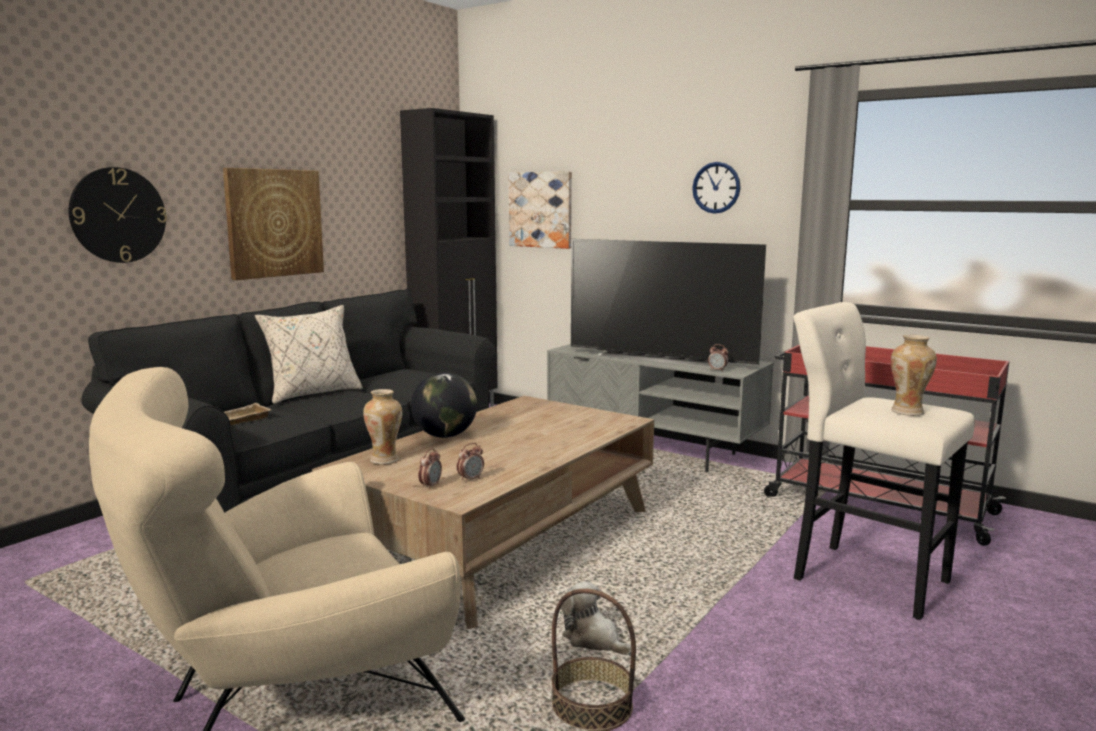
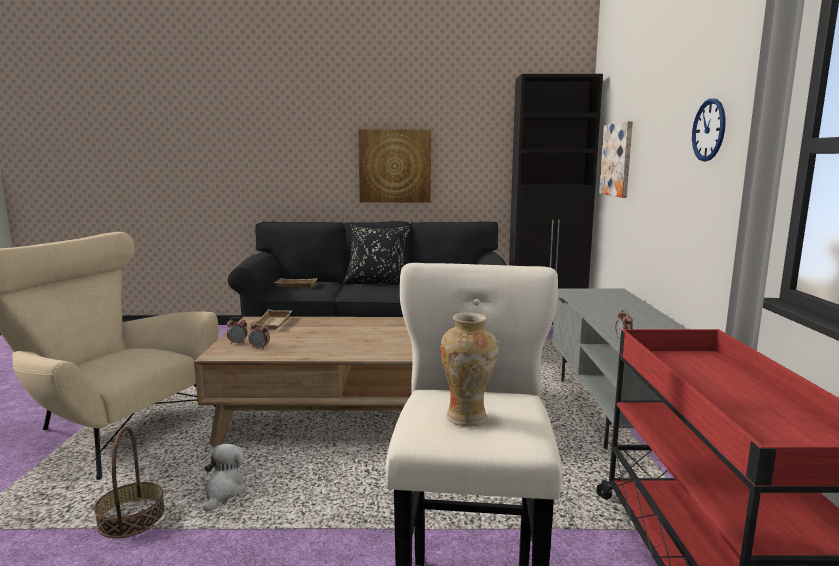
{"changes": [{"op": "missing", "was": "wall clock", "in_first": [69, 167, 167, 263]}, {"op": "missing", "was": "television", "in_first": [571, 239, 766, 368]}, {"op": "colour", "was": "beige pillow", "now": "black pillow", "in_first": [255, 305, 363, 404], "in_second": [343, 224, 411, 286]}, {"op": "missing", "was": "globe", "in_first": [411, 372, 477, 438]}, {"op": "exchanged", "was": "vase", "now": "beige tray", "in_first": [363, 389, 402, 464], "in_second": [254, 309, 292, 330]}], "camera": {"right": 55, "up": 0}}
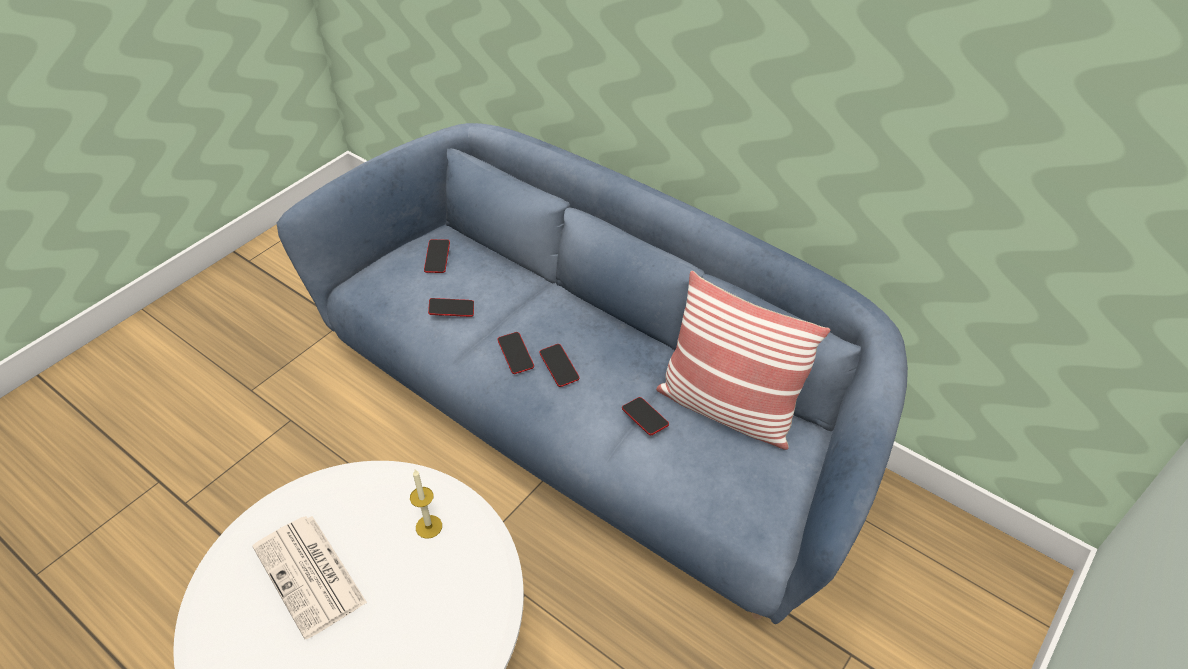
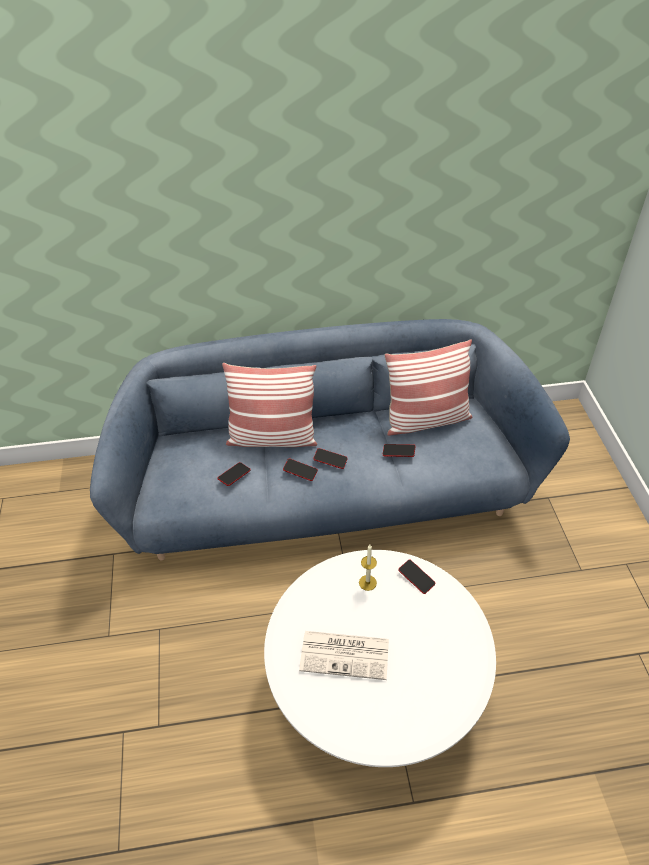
{"changes": [{"op": "relocated", "was": "phone", "in_first": [424, 239, 450, 273], "in_second": [398, 559, 435, 594]}, {"op": "appeared", "now": "pillow", "in_second": [222, 363, 317, 447]}], "camera": {"right": -45, "up": 0}}
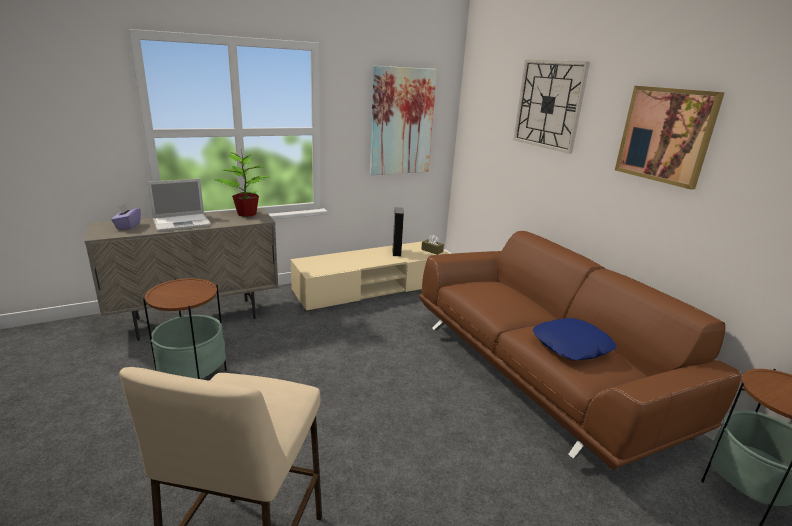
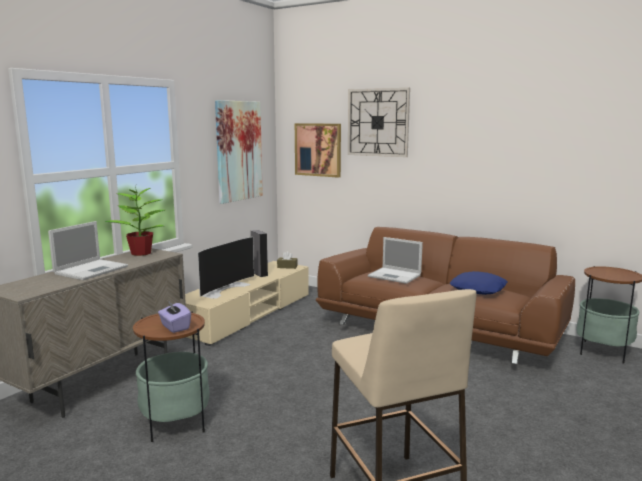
{"changes": [{"op": "relocated", "was": "picture", "in_first": [615, 86, 725, 190], "in_second": [295, 123, 341, 178]}, {"op": "relocated", "was": "purple tissue box", "in_first": [111, 203, 141, 230], "in_second": [158, 301, 191, 333]}, {"op": "appeared", "now": "television", "in_second": [197, 237, 254, 299]}, {"op": "appeared", "now": "laptop", "in_second": [368, 237, 423, 284]}], "camera": {"right": -30, "up": -10}}
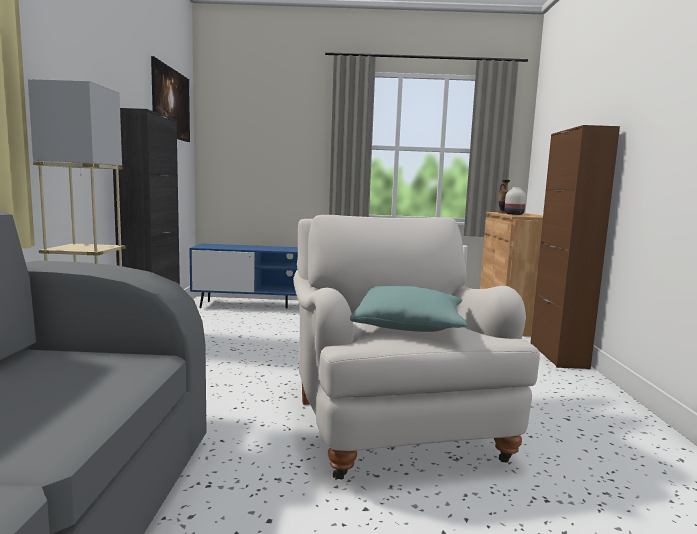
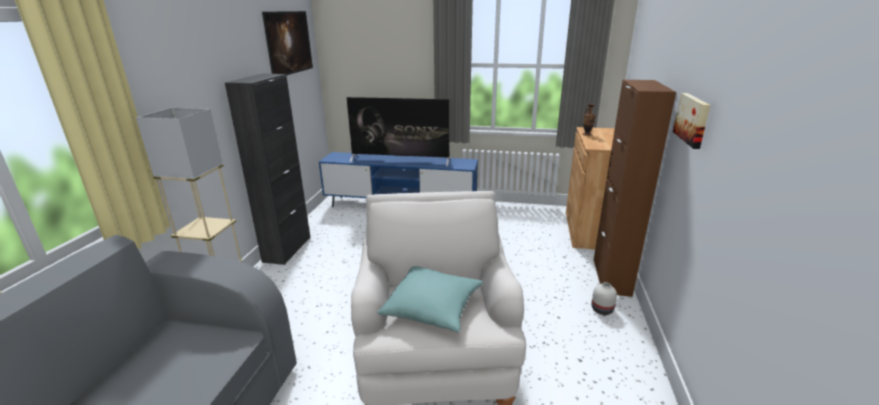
{"changes": [{"op": "relocated", "was": "white vase", "in_first": [505, 187, 526, 215], "in_second": [592, 282, 617, 315]}, {"op": "appeared", "now": "picture", "in_second": [673, 93, 711, 149]}, {"op": "appeared", "now": "television", "in_second": [347, 97, 451, 166]}], "camera": {"right": 10, "up": 15}}
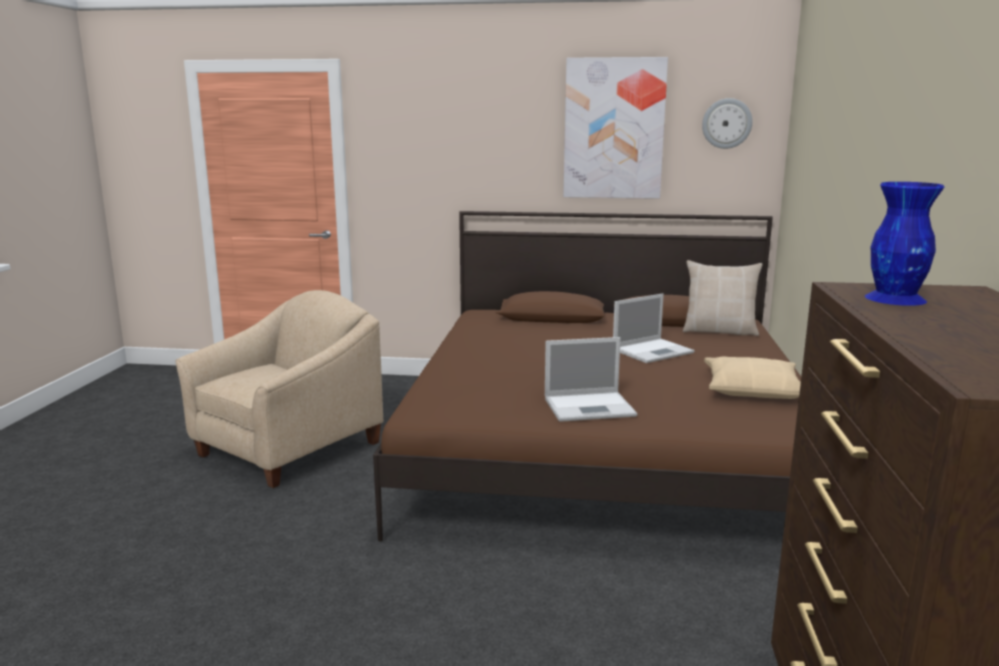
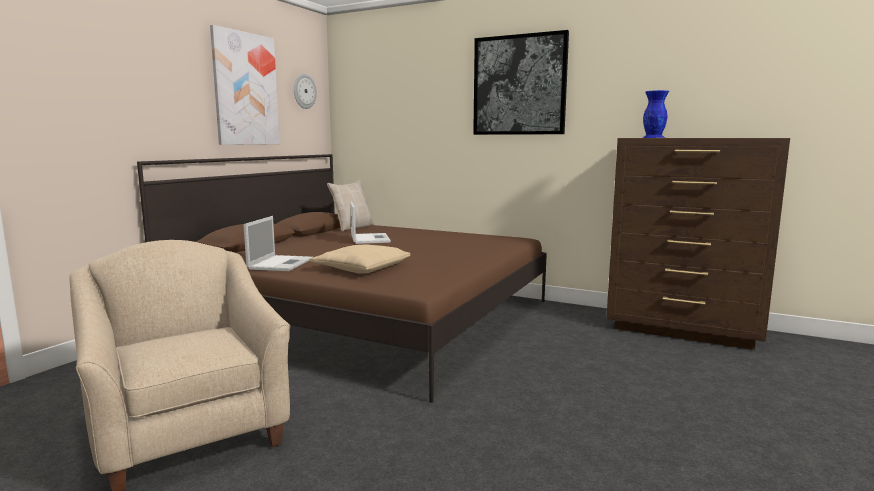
{"changes": [{"op": "relocated", "was": "laptop", "in_first": [545, 337, 637, 422], "in_second": [244, 216, 313, 271]}, {"op": "relocated", "was": "beige pillow", "in_first": [704, 356, 801, 399], "in_second": [310, 245, 410, 274]}, {"op": "appeared", "now": "picture", "in_second": [473, 30, 569, 135]}], "camera": {"right": -70, "up": -5}}
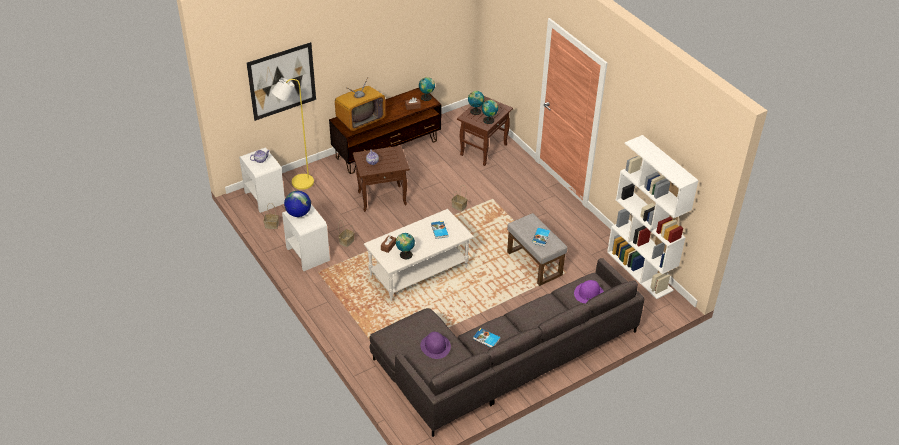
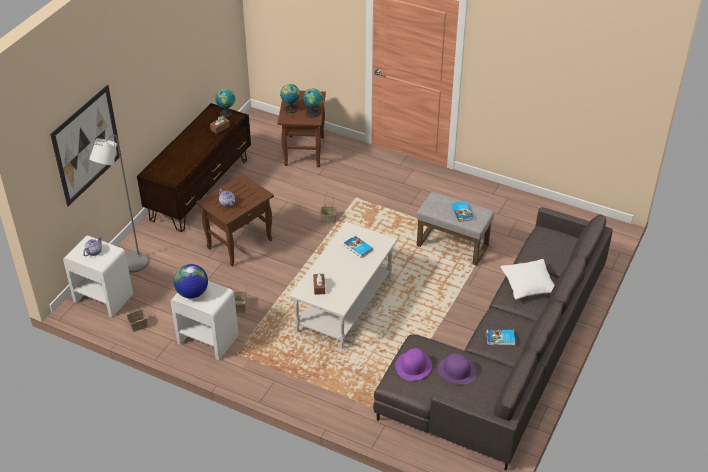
{"changes": [{"op": "colour", "was": "yellow floor lamp", "now": "grey floor lamp", "in_first": [271, 77, 314, 190], "in_second": [89, 135, 149, 273]}, {"op": "missing", "was": "television", "in_first": [335, 77, 385, 131]}, {"op": "missing", "was": "white bookcase", "in_first": [607, 135, 699, 299]}, {"op": "missing", "was": "globe", "in_first": [396, 233, 415, 260]}, {"op": "relocated", "was": "purple hat", "in_first": [574, 280, 604, 303], "in_second": [395, 348, 432, 381]}, {"op": "appeared", "now": "white pillow", "in_second": [500, 259, 555, 299]}], "camera": {"right": -30, "up": 0}}
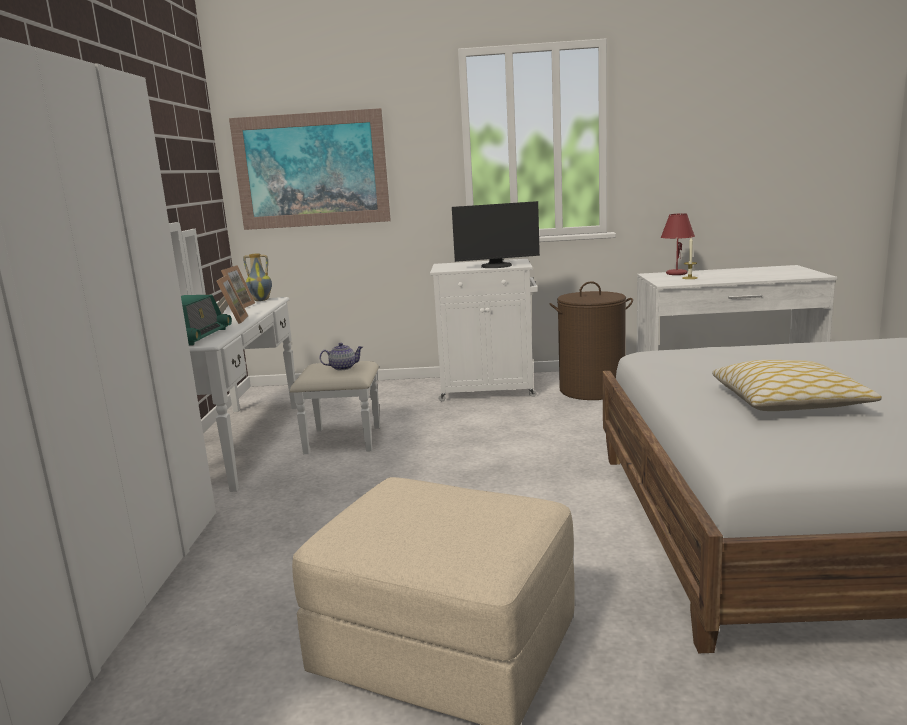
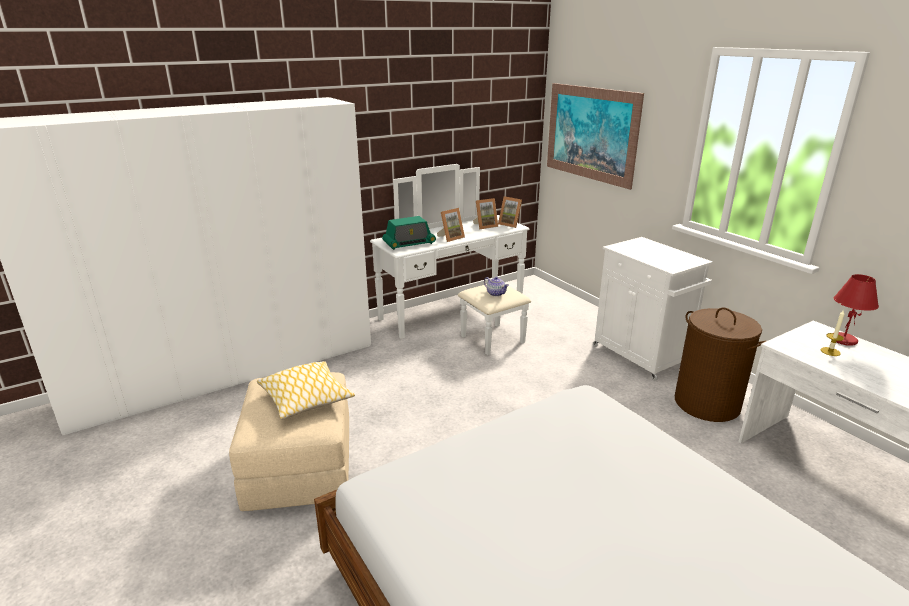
{"changes": [{"op": "missing", "was": "monitor", "in_first": [452, 201, 540, 268]}, {"op": "exchanged", "was": "vase", "now": "picture frame", "in_first": [243, 253, 272, 301], "in_second": [498, 196, 522, 228]}, {"op": "relocated", "was": "pillow", "in_first": [712, 360, 882, 411], "in_second": [257, 361, 355, 420]}], "camera": {"right": 55, "up": 10}}
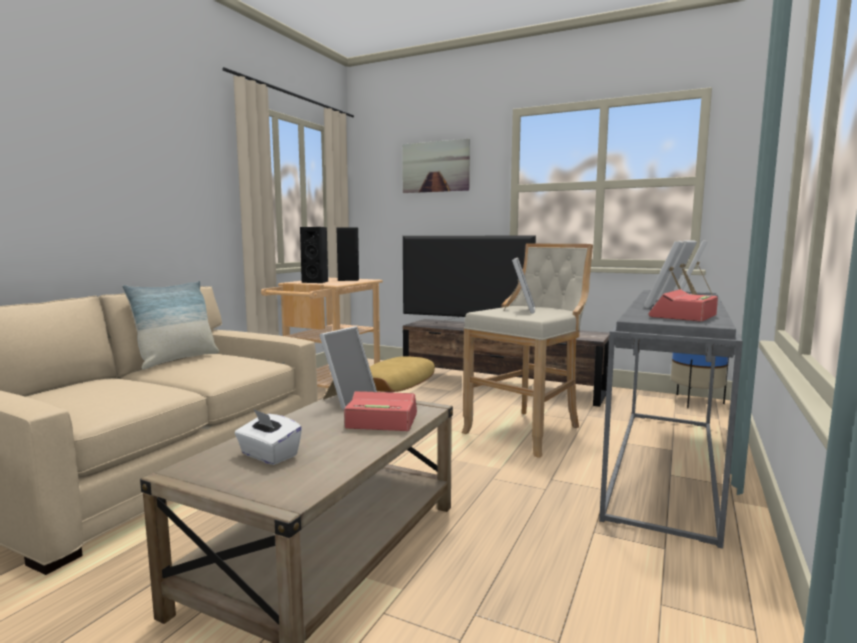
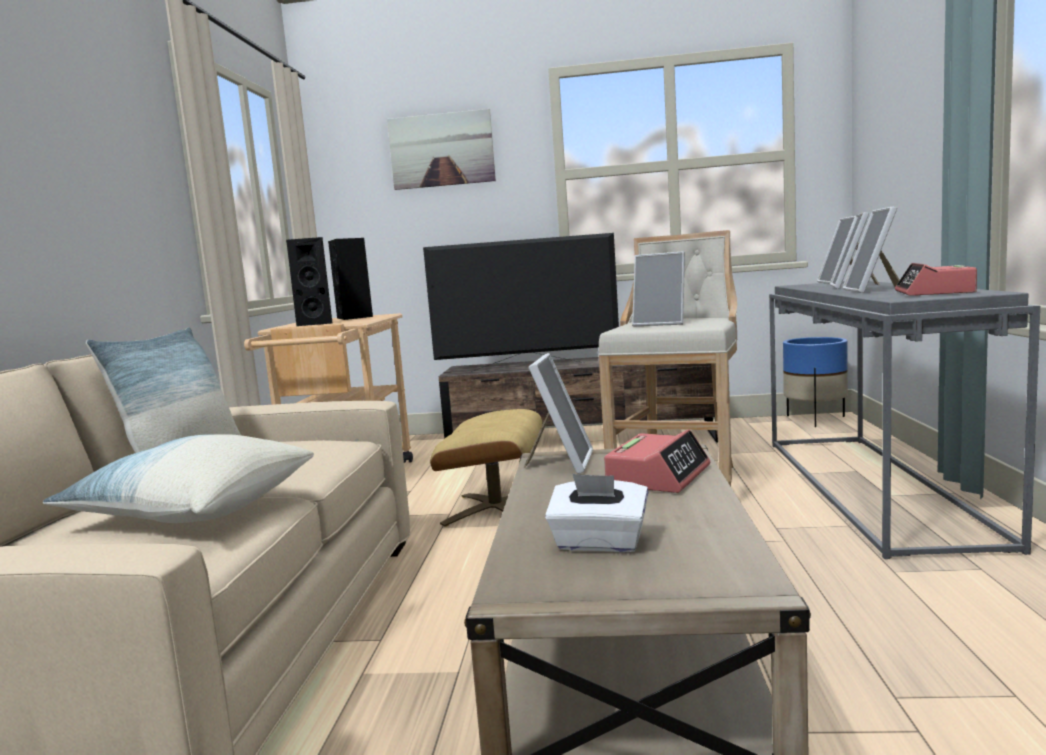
{"changes": [{"op": "spun", "was": "picture frame", "in_first": [503, 258, 536, 314], "in_second": [632, 251, 685, 326], "clockwise": 120}, {"op": "spun", "was": "alarm clock", "in_first": [344, 391, 417, 431], "in_second": [604, 430, 710, 493], "clockwise": 135}, {"op": "appeared", "now": "pillow", "in_second": [43, 434, 314, 523]}], "camera": {"right": -20, "up": 0}}
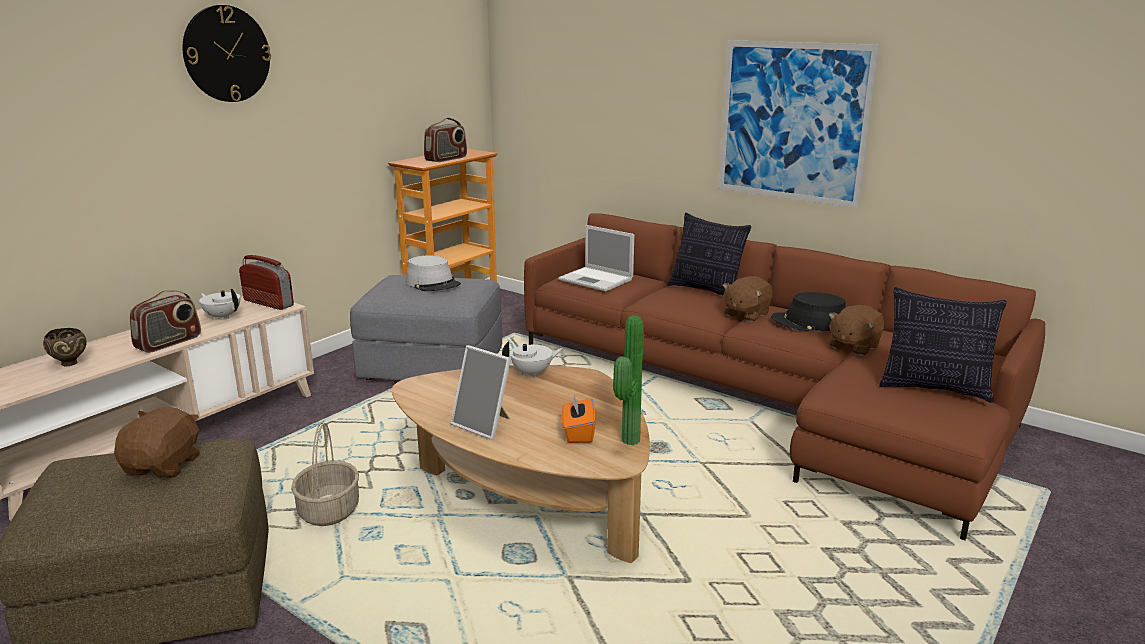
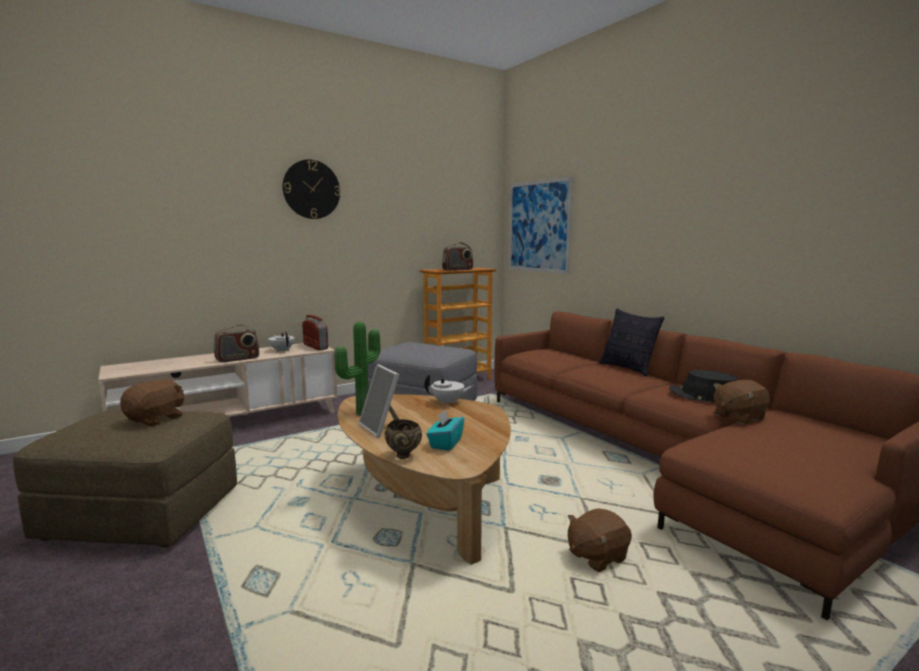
{"changes": [{"op": "relocated", "was": "picture", "in_first": [719, 40, 880, 208], "in_second": [509, 176, 573, 274]}, {"op": "missing", "was": "laptop", "in_first": [558, 225, 634, 291]}, {"op": "missing", "was": "grey hat", "in_first": [406, 255, 461, 291]}, {"op": "relocated", "was": "brown plush toy", "in_first": [723, 276, 773, 322], "in_second": [568, 508, 632, 572]}, {"op": "missing", "was": "pillow", "in_first": [879, 287, 1007, 403]}, {"op": "relocated", "was": "potted plant", "in_first": [613, 315, 644, 445], "in_second": [334, 322, 381, 416]}, {"op": "relocated", "was": "brown bowl", "in_first": [43, 328, 87, 366], "in_second": [385, 419, 422, 459]}, {"op": "colour", "was": "orange tissue box", "now": "turquoise tissue box", "in_first": [562, 395, 596, 443], "in_second": [426, 409, 464, 450]}, {"op": "missing", "was": "basket", "in_first": [291, 422, 359, 526]}], "camera": {"right": 20, "up": -10}}
